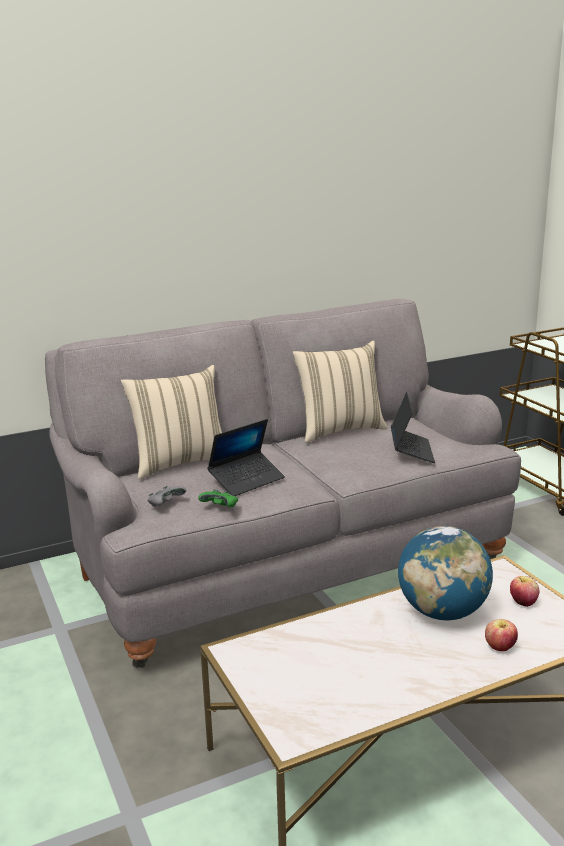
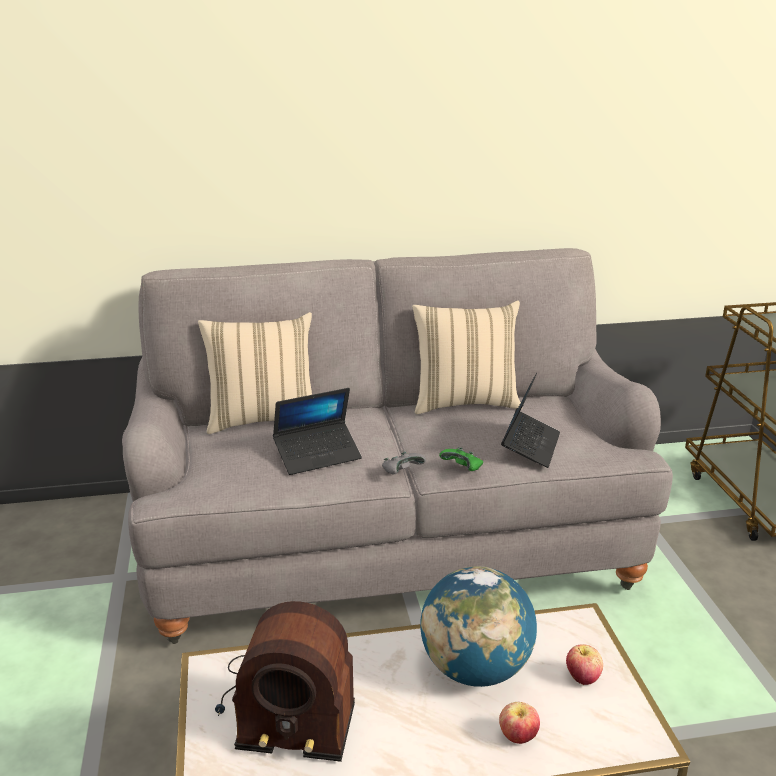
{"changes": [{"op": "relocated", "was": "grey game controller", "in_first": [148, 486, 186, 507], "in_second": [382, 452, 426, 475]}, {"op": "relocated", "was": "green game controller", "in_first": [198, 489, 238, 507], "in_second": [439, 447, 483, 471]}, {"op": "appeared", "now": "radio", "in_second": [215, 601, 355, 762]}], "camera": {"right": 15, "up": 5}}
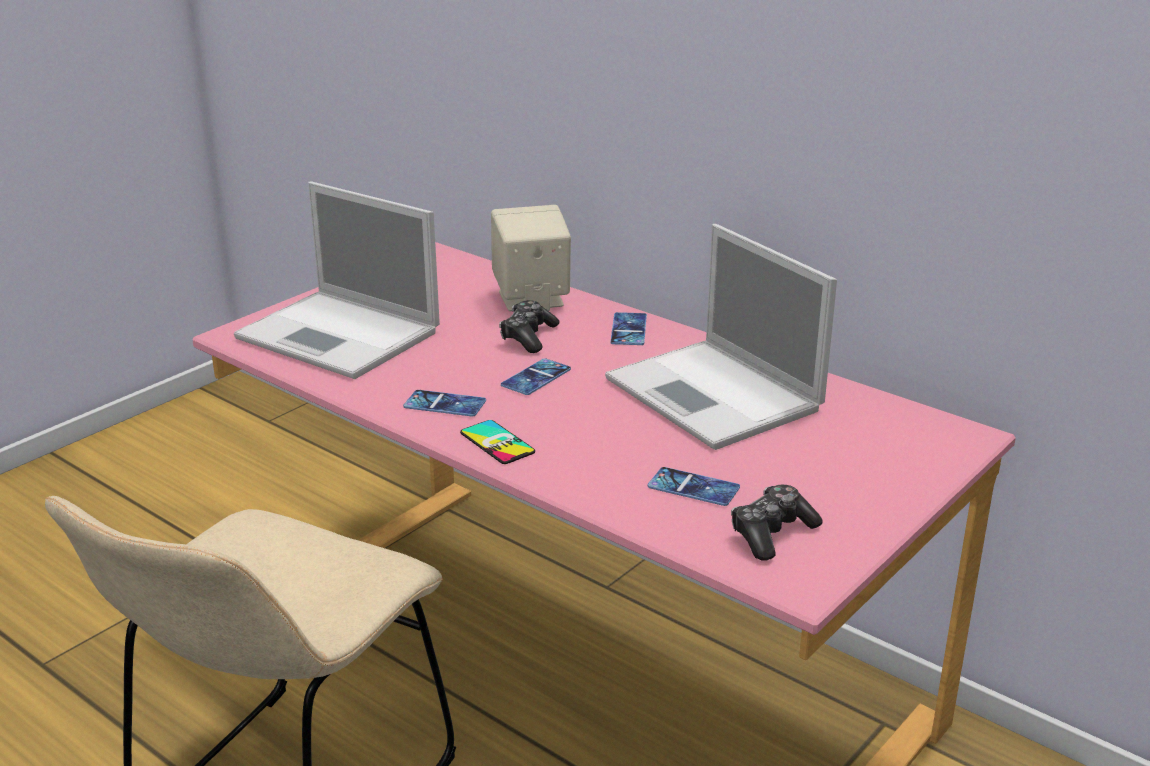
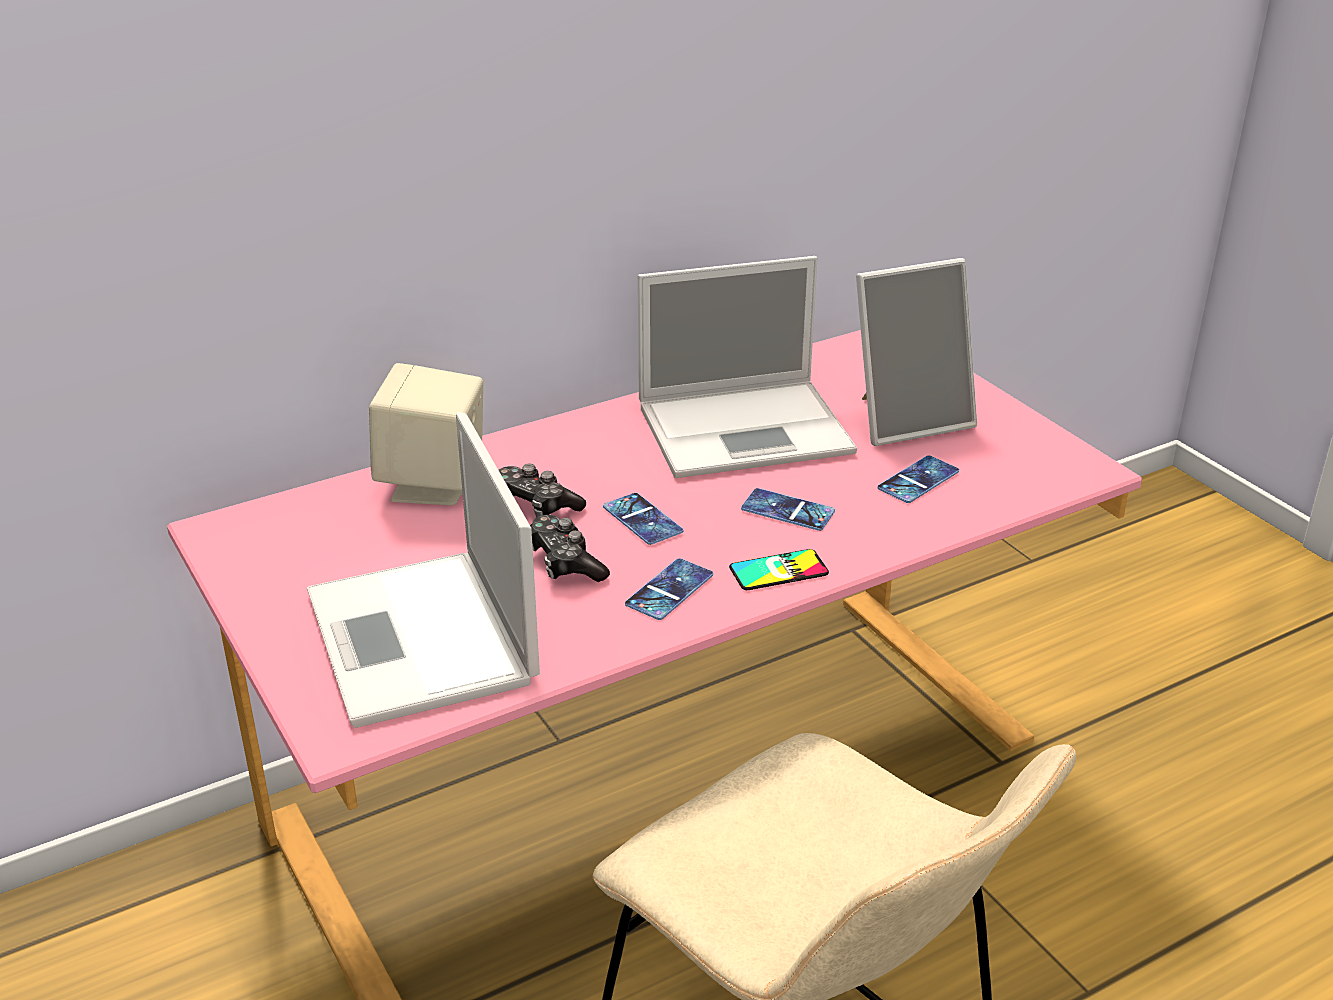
{"changes": [{"op": "spun", "was": "laptop", "in_first": [234, 182, 440, 379], "in_second": [307, 412, 540, 728], "clockwise": 105}, {"op": "relocated", "was": "phone", "in_first": [610, 312, 647, 345], "in_second": [741, 488, 835, 531]}, {"op": "relocated", "was": "game controller", "in_first": [731, 485, 823, 561], "in_second": [530, 515, 610, 582]}, {"op": "appeared", "now": "picture frame", "in_second": [856, 258, 977, 446]}], "camera": {"right": -70, "up": 5}}
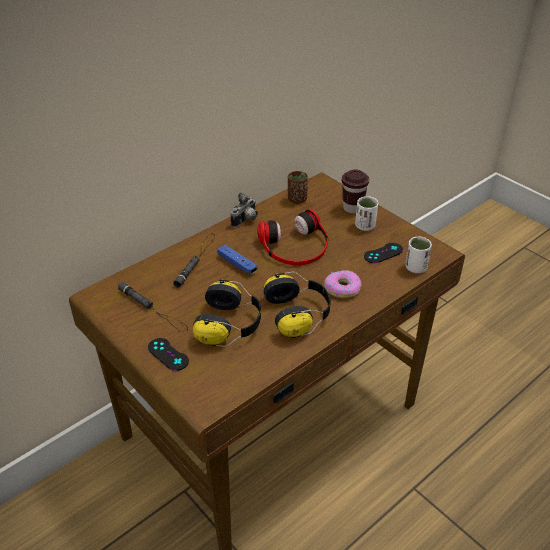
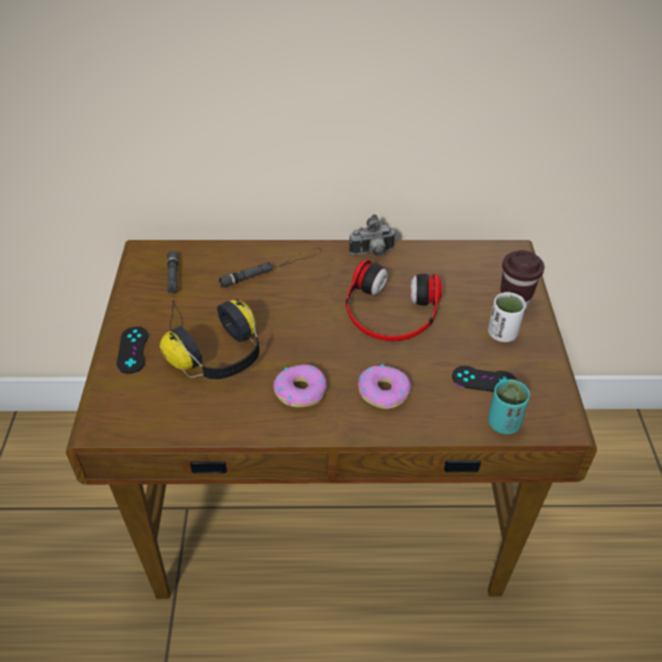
{"changes": [{"op": "missing", "was": "brown cup", "in_first": [288, 171, 308, 204]}, {"op": "colour", "was": "white cup", "now": "turquoise cup", "in_first": [406, 237, 432, 273], "in_second": [488, 379, 530, 434]}, {"op": "missing", "was": "blue game controller", "in_first": [217, 245, 258, 274]}, {"op": "exchanged", "was": "headphones", "now": "donut", "in_first": [264, 272, 331, 338], "in_second": [273, 364, 326, 407]}], "camera": {"right": 40, "up": 5}}
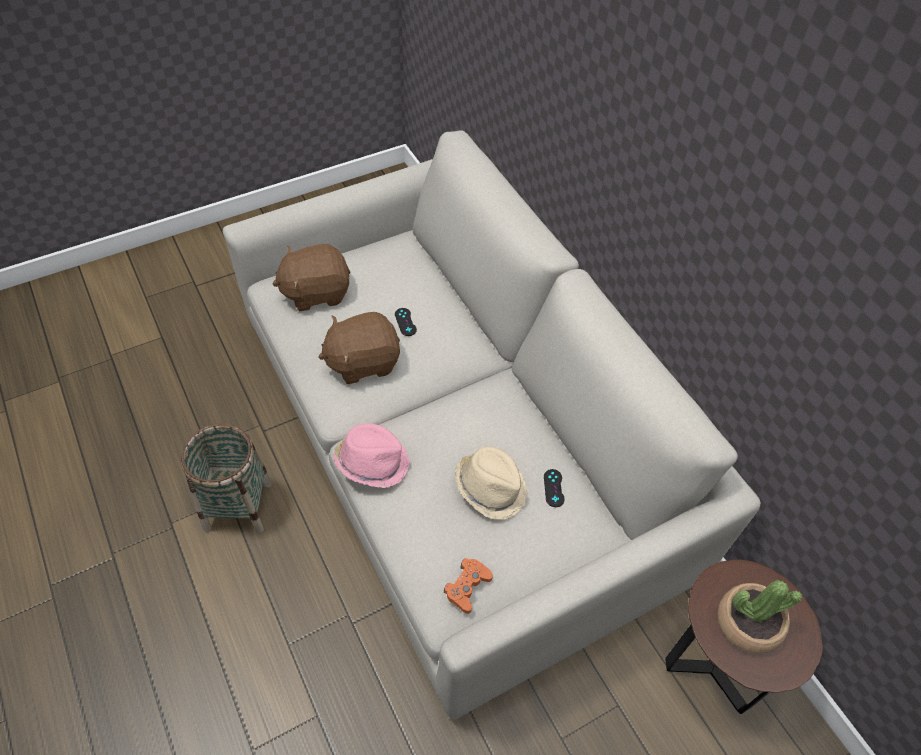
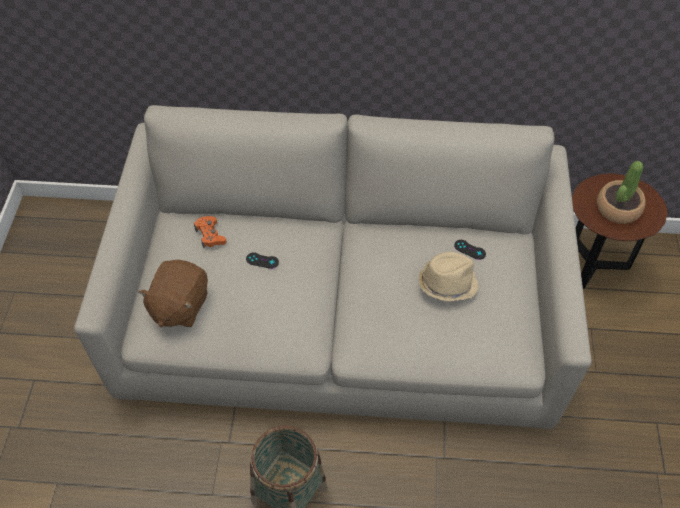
{"changes": [{"op": "missing", "was": "brown plush toy", "in_first": [319, 312, 400, 384]}, {"op": "missing", "was": "pink hat", "in_first": [333, 423, 410, 488]}, {"op": "relocated", "was": "orange game controller", "in_first": [444, 558, 493, 614], "in_second": [194, 216, 227, 248]}], "camera": {"right": -55, "up": 0}}
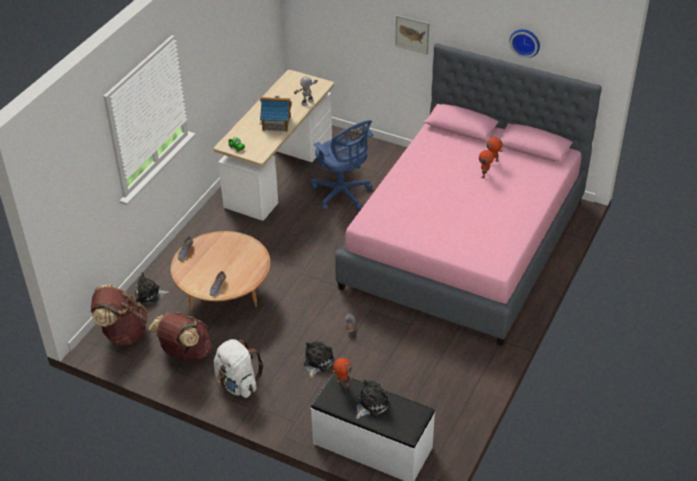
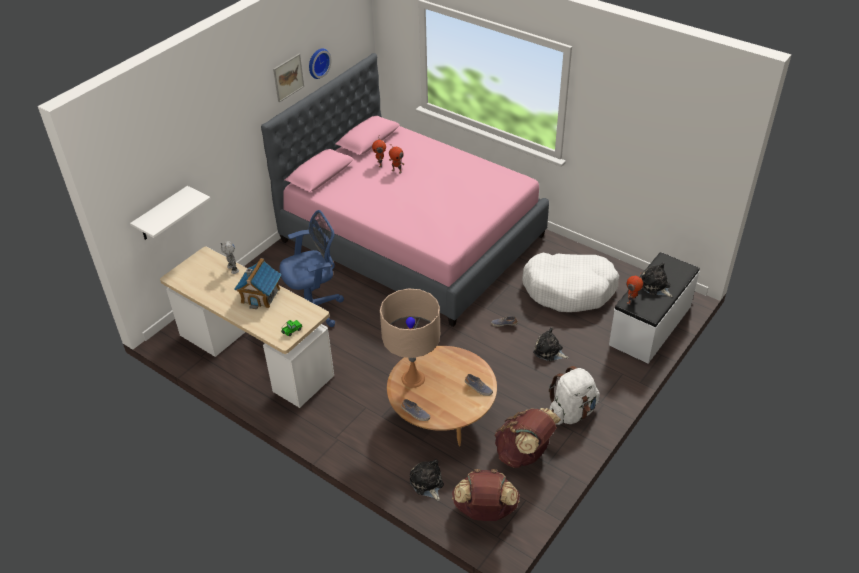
{"changes": [{"op": "relocated", "was": "picture", "in_first": [395, 15, 429, 55], "in_second": [273, 54, 304, 103]}, {"op": "spun", "was": "plush toy", "in_first": [135, 272, 170, 304], "in_second": [410, 459, 444, 501], "clockwise": 150}, {"op": "appeared", "now": "white shelf", "in_second": [130, 186, 211, 240]}, {"op": "appeared", "now": "white dog bed", "in_second": [522, 253, 619, 312]}, {"op": "appeared", "now": "beige table lamp", "in_second": [380, 288, 440, 388]}], "camera": {"right": -80, "up": 0}}
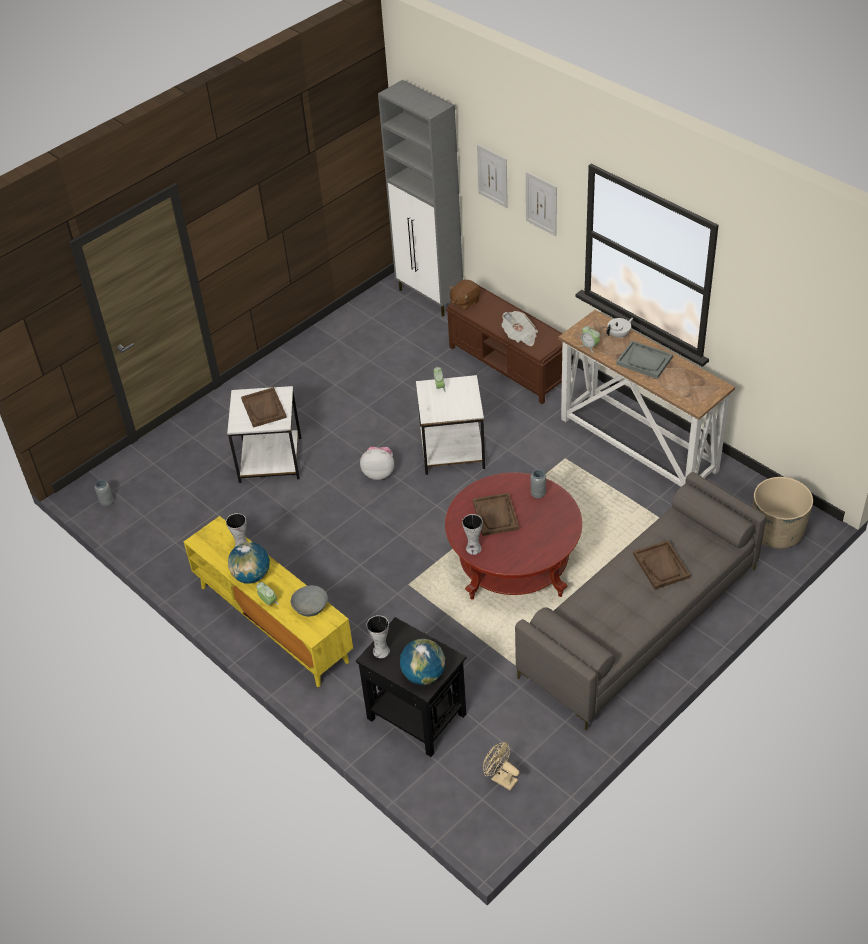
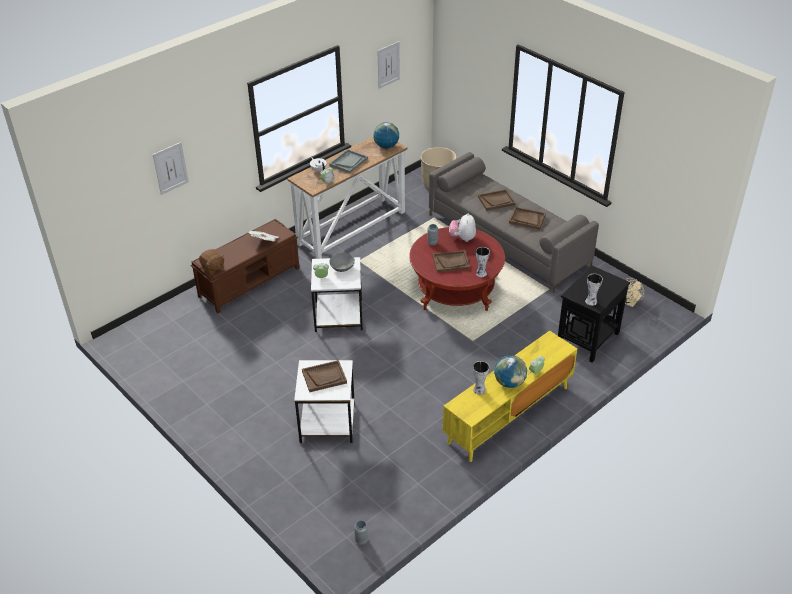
{"changes": [{"op": "missing", "was": "grey cabinet", "in_first": [378, 80, 463, 316]}, {"op": "relocated", "was": "picture", "in_first": [526, 172, 557, 236], "in_second": [377, 41, 400, 89]}, {"op": "relocated", "was": "plush toy", "in_first": [360, 447, 394, 480], "in_second": [449, 213, 476, 242]}, {"op": "relocated", "was": "grey bowl", "in_first": [291, 585, 328, 617], "in_second": [329, 253, 355, 272]}, {"op": "relocated", "was": "globe", "in_first": [400, 639, 445, 685], "in_second": [373, 122, 399, 149]}, {"op": "appeared", "now": "brown tray", "in_second": [509, 207, 546, 230]}], "camera": {"right": -90, "up": -5}}
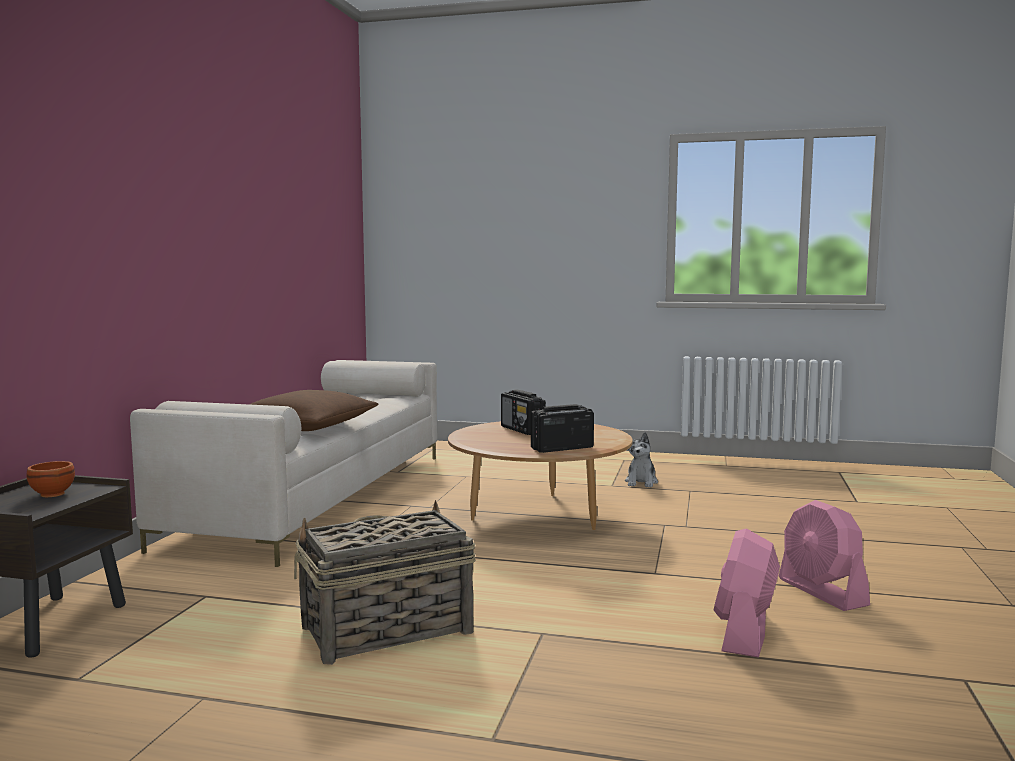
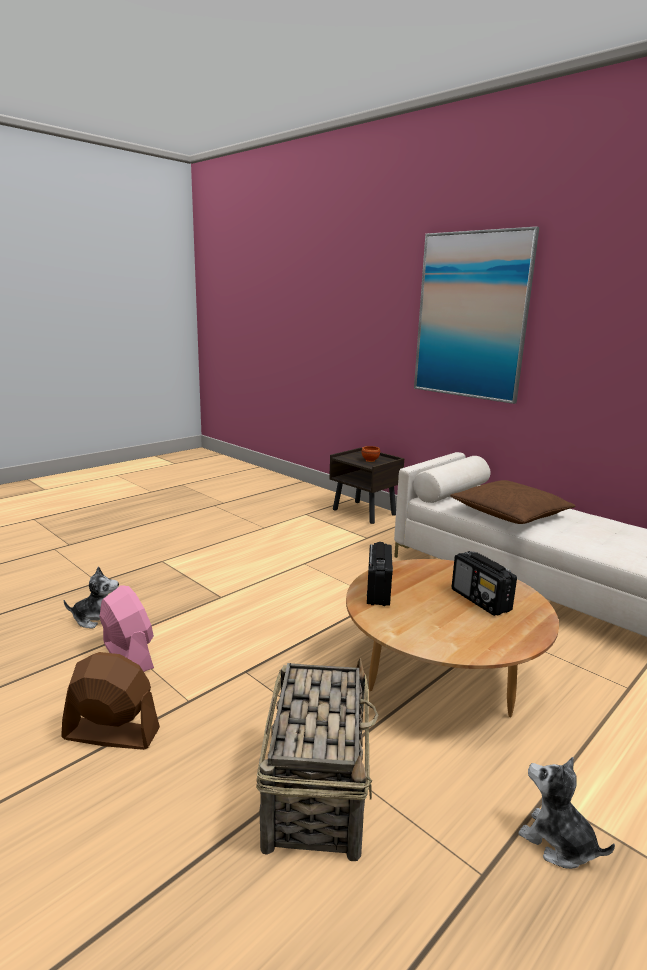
{"changes": [{"op": "spun", "was": "radio", "in_first": [501, 390, 546, 435], "in_second": [452, 551, 517, 616], "clockwise": -120}, {"op": "relocated", "was": "basket", "in_first": [294, 500, 476, 665], "in_second": [256, 659, 379, 861]}, {"op": "colour", "was": "pink fan", "now": "brown fan", "in_first": [779, 500, 870, 611], "in_second": [61, 652, 160, 750]}, {"op": "appeared", "now": "picture", "in_second": [414, 226, 539, 404]}, {"op": "appeared", "now": "plush toy", "in_second": [64, 566, 119, 629]}], "camera": {"right": 120, "up": 10}}
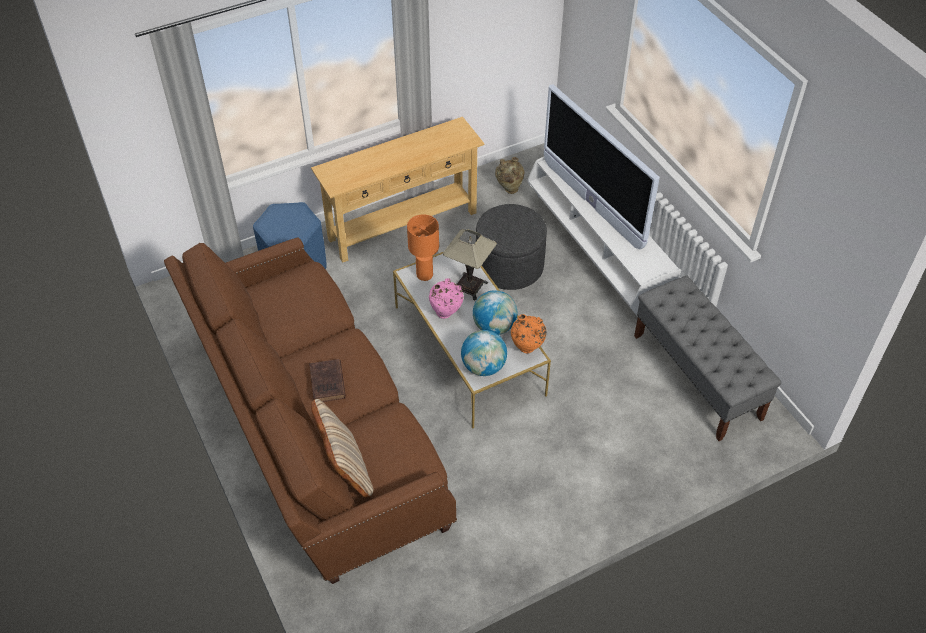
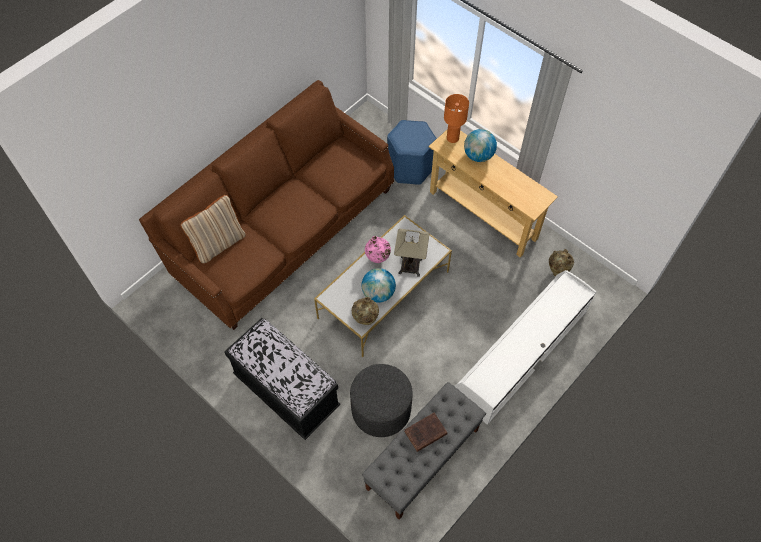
{"changes": [{"op": "missing", "was": "television", "in_first": [544, 85, 660, 249]}, {"op": "relocated", "was": "grey ottoman", "in_first": [476, 204, 547, 290], "in_second": [350, 364, 413, 437]}, {"op": "relocated", "was": "orange table lamp", "in_first": [407, 214, 439, 281], "in_second": [444, 94, 469, 143]}, {"op": "colour", "was": "orange vase", "now": "beige vase", "in_first": [511, 314, 546, 353], "in_second": [352, 297, 379, 325]}, {"op": "relocated", "was": "globe", "in_first": [461, 330, 507, 376], "in_second": [464, 129, 497, 162]}, {"op": "relocated", "was": "brown book", "in_first": [309, 359, 346, 402], "in_second": [404, 413, 448, 452]}, {"op": "appeared", "now": "black bench", "in_second": [224, 318, 340, 440]}], "camera": {"right": 70, "up": 10}}
